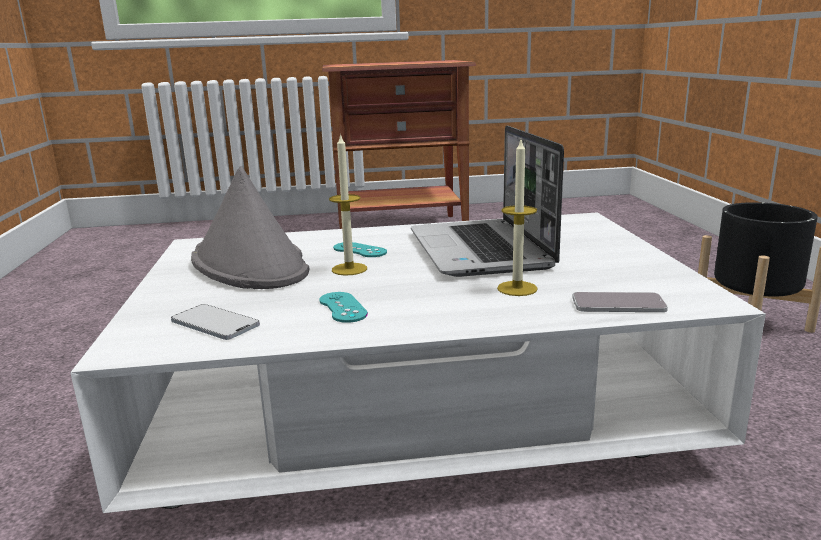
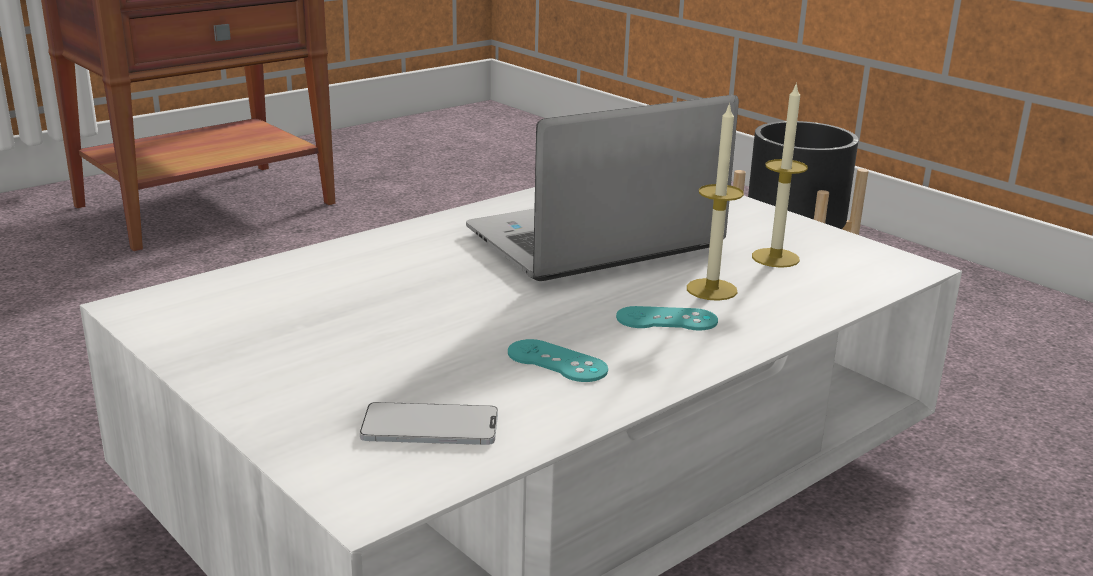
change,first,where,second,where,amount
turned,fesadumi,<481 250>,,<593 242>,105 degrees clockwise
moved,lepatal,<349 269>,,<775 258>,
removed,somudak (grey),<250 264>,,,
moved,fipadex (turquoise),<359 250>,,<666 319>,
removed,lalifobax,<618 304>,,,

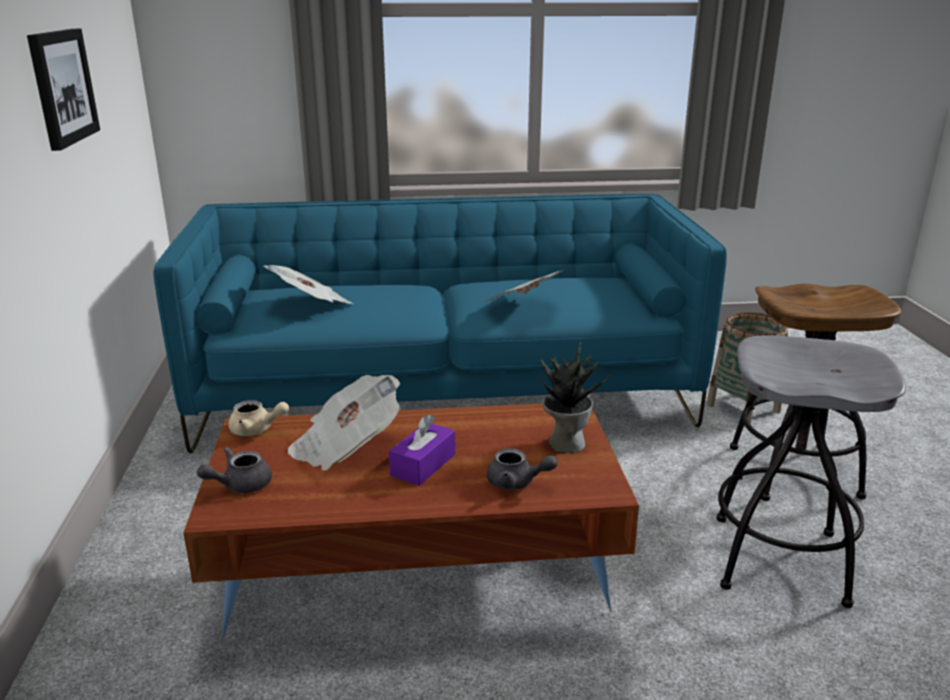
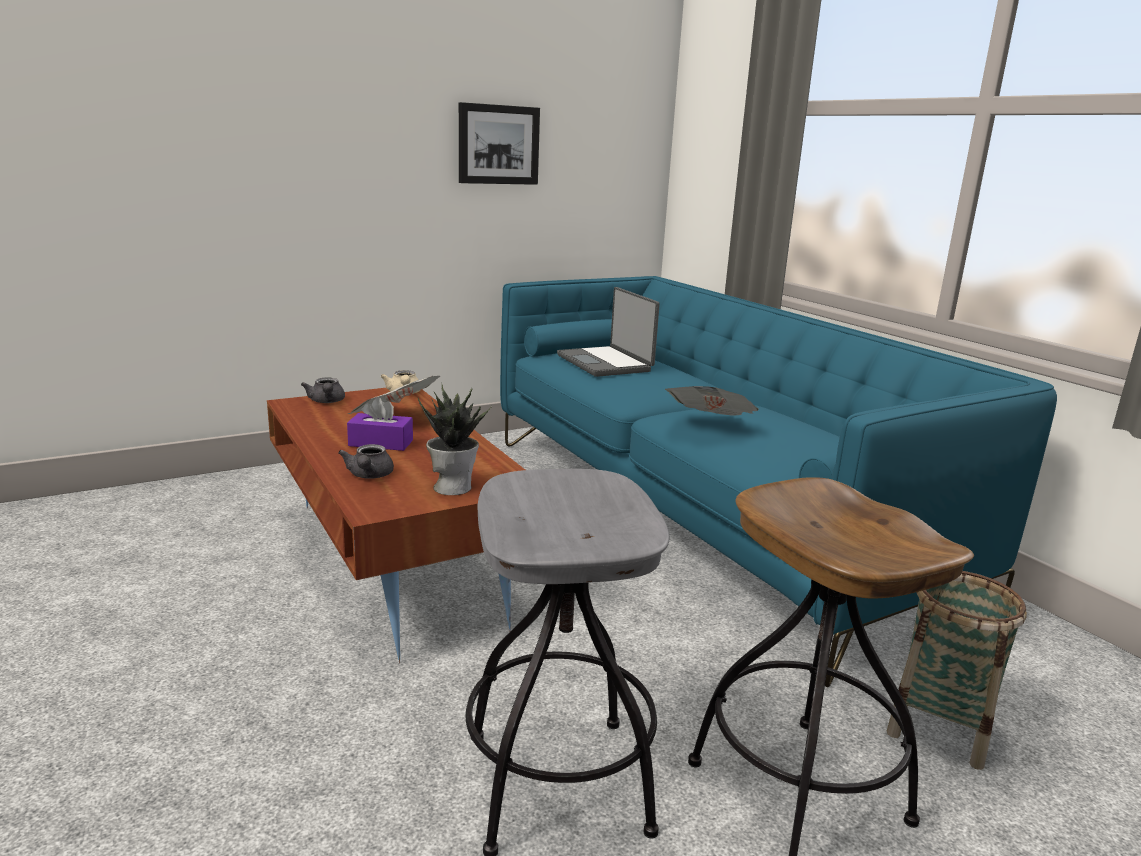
change,first,where,second,where,amount
replaced,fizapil,<311 305>,fesadumi,<606 363>,
turned,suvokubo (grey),<240 485>,,<326 402>,135 degrees counterclockwise

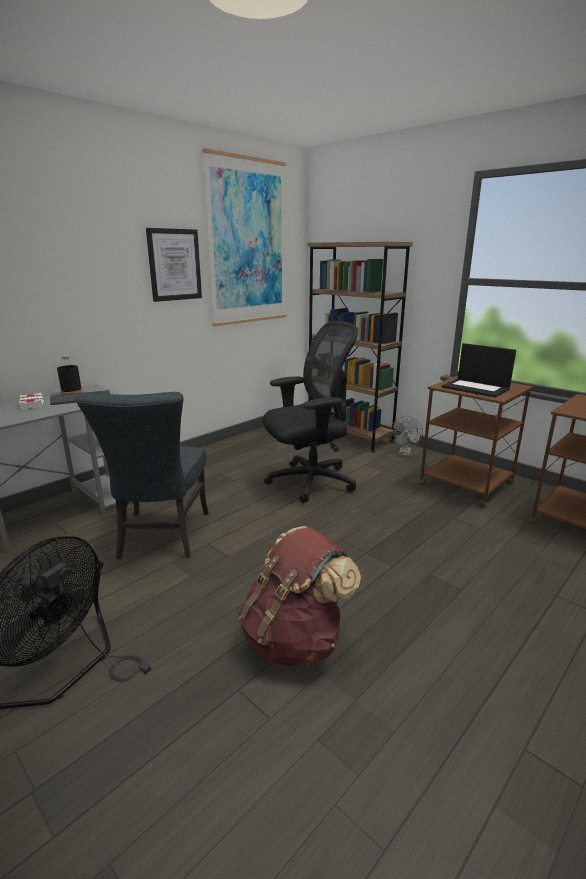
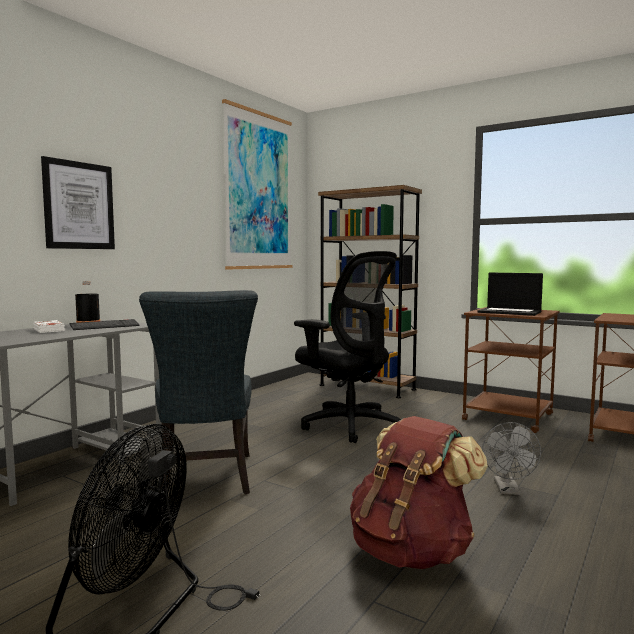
change,first,where,second,where,amount
moved,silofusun,<174 265>,,<79 205>,
turned,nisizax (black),<307 483>,,<345 425>,75 degrees clockwise
moved,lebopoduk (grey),<404 454>,,<508 490>,

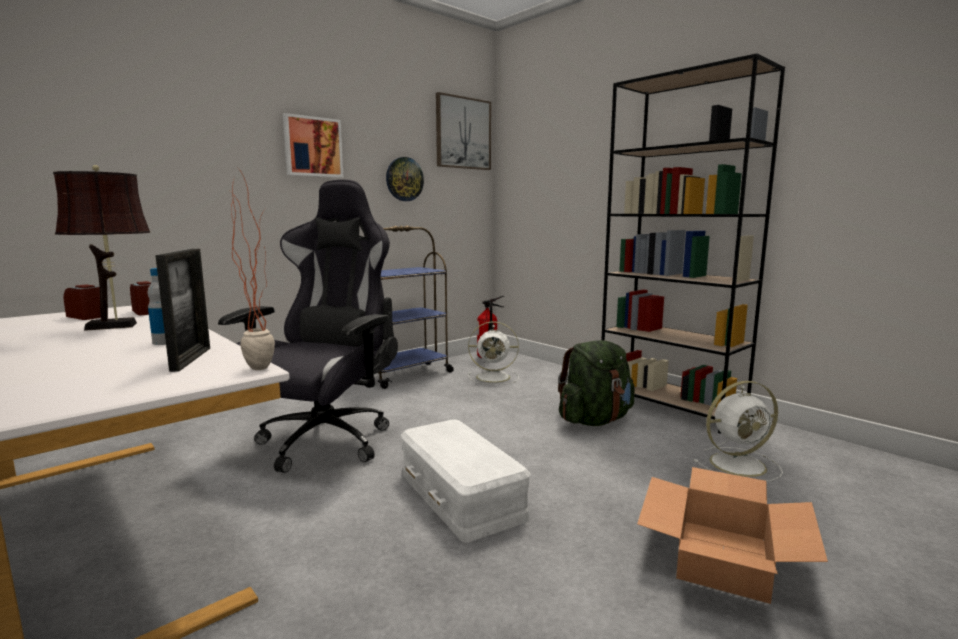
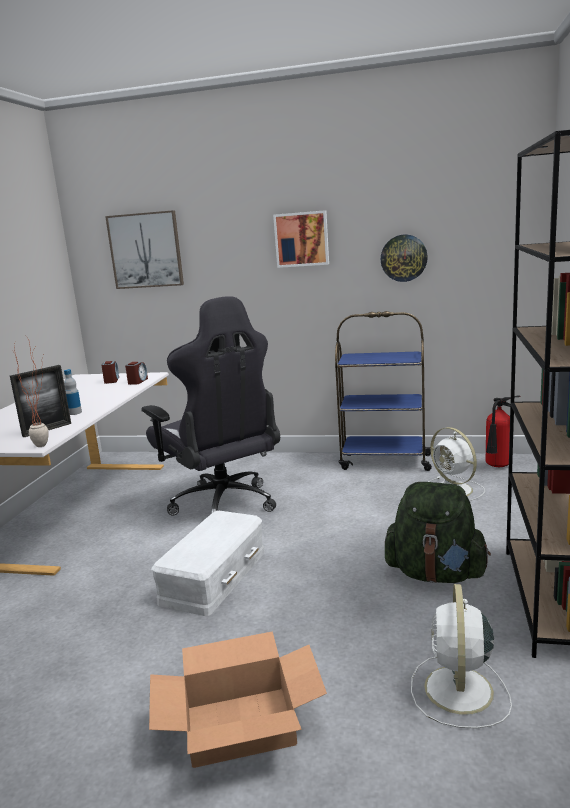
change,first,where,second,where,amount
moved,silofusun,<463 133>,,<146 250>,
removed,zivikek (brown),<116 326>,,,
turned,nisizax (black),<319 447>,,<220 502>,75 degrees clockwise
turned,lebopoduk (white),<739 464>,,<458 692>,60 degrees clockwise

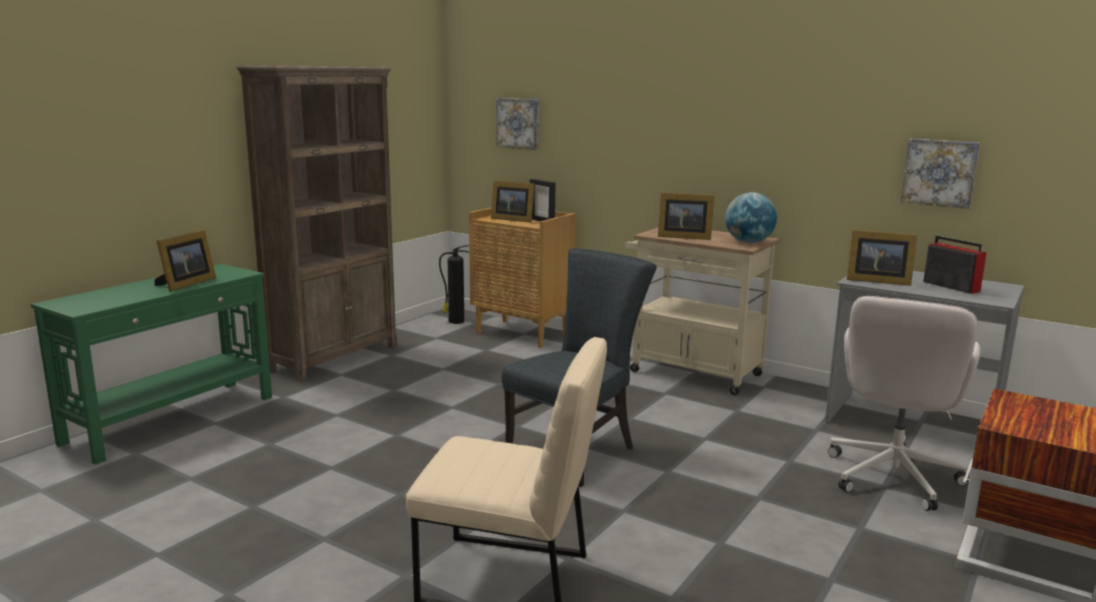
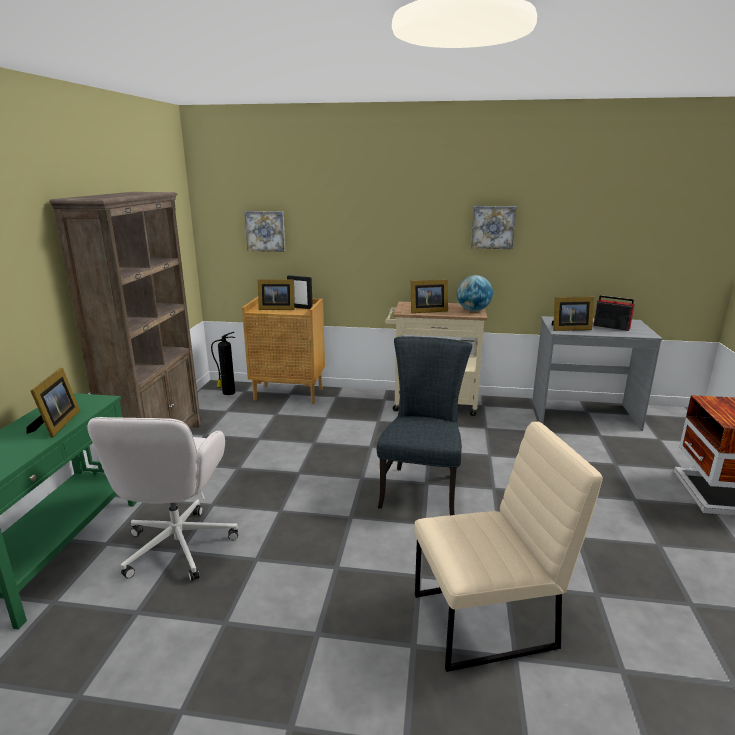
change,first,where,second,where,amount
moved,silofusun,<940 172>,,<493 227>,
moved,nisizax (white),<892 477>,,<178 546>,

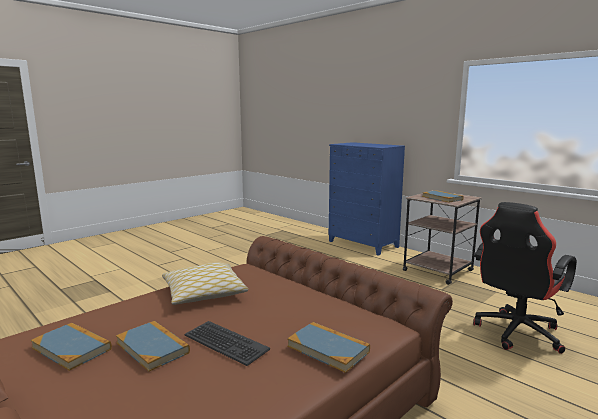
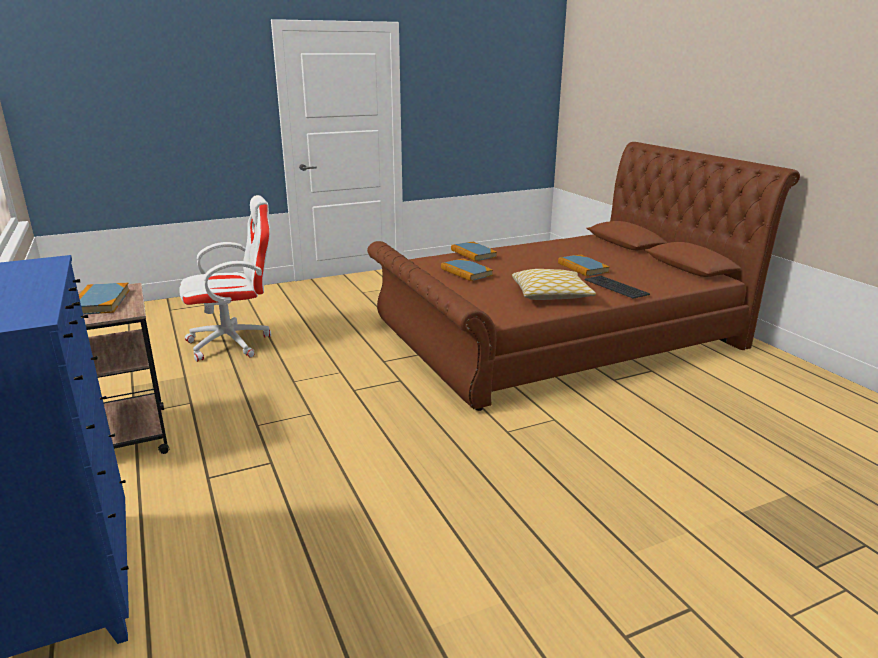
change,first,where,second,where,amount
recoloured,nisizax (black),<515 335>,nisizax (white),<236 343>,
moved,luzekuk,<225 343>,,<616 287>,
moved,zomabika,<71 348>,,<466 272>,

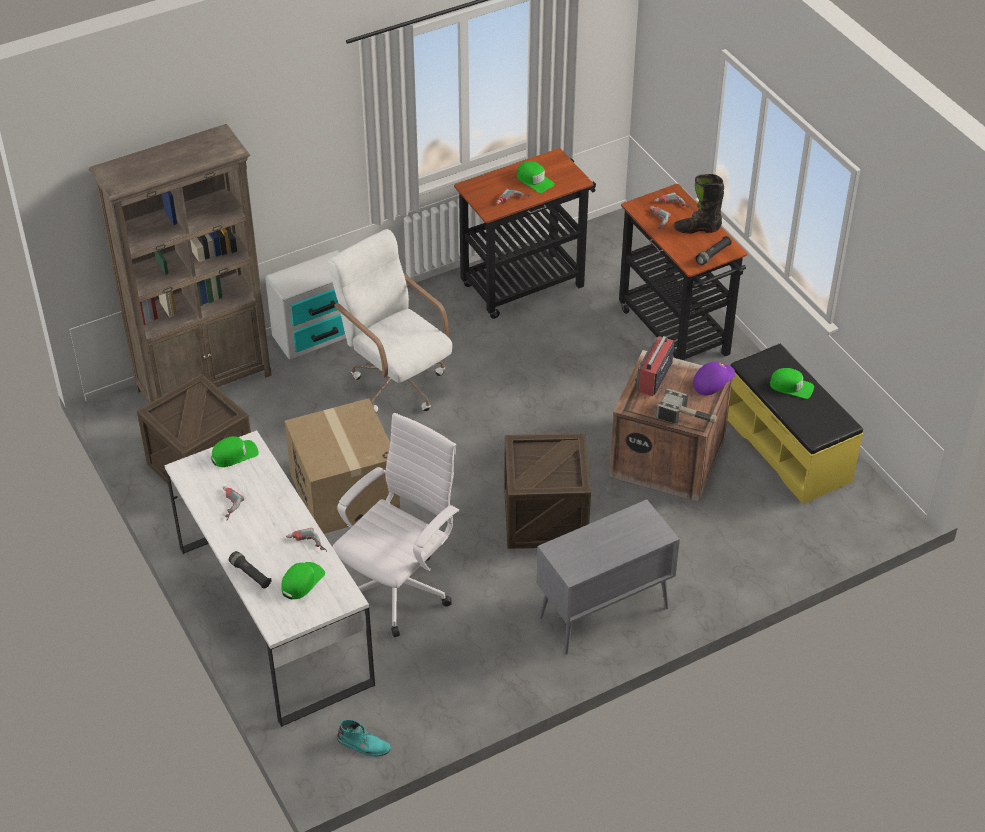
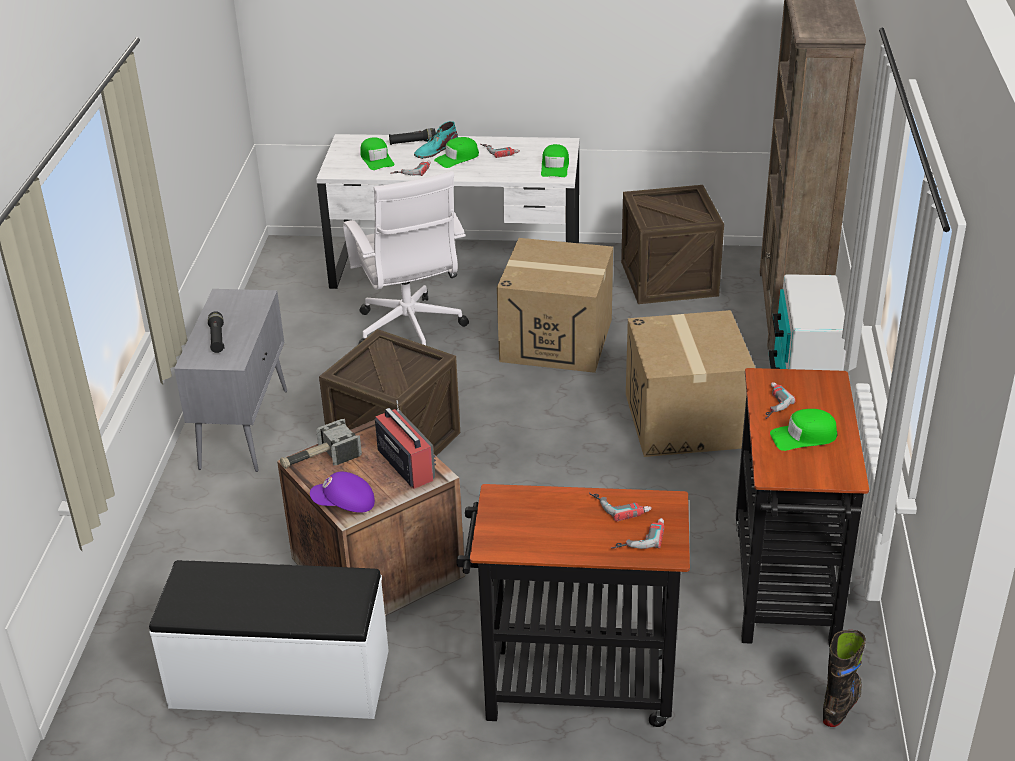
change,first,where,second,where,amount
moved,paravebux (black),<697 228>,,<841 705>,
replaced,nisizax (white),<395 383>,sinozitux,<686 420>,
moved,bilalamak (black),<713 255>,,<217 338>,
recoloured,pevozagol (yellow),<788 448>,pevozagol (white),<280 680>,
turned,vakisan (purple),<712 384>,,<344 504>,90 degrees clockwise
moved,vakisan (green),<791 386>,,<457 158>,
moved,paravebux (turquoise),<364 744>,,<436 150>,

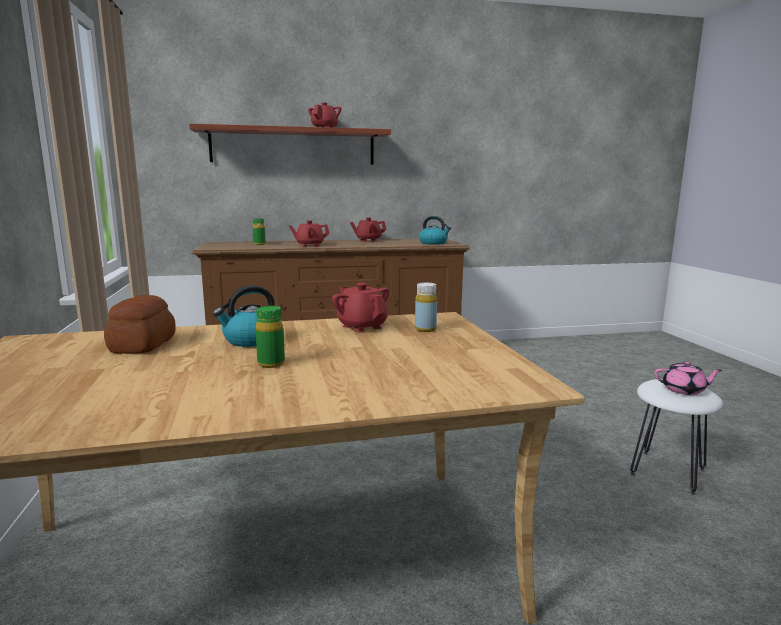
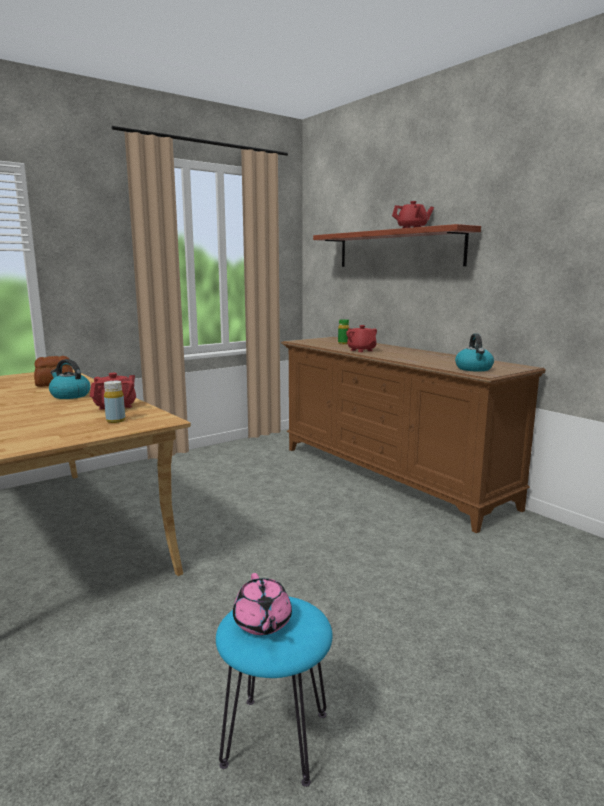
change,first,where,second,where,amount
removed,suvokubo (red),<368 240>,,,
removed,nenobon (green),<271 364>,,,
recoloured,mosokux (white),<668 472>,mosokux (turquoise),<276 739>,

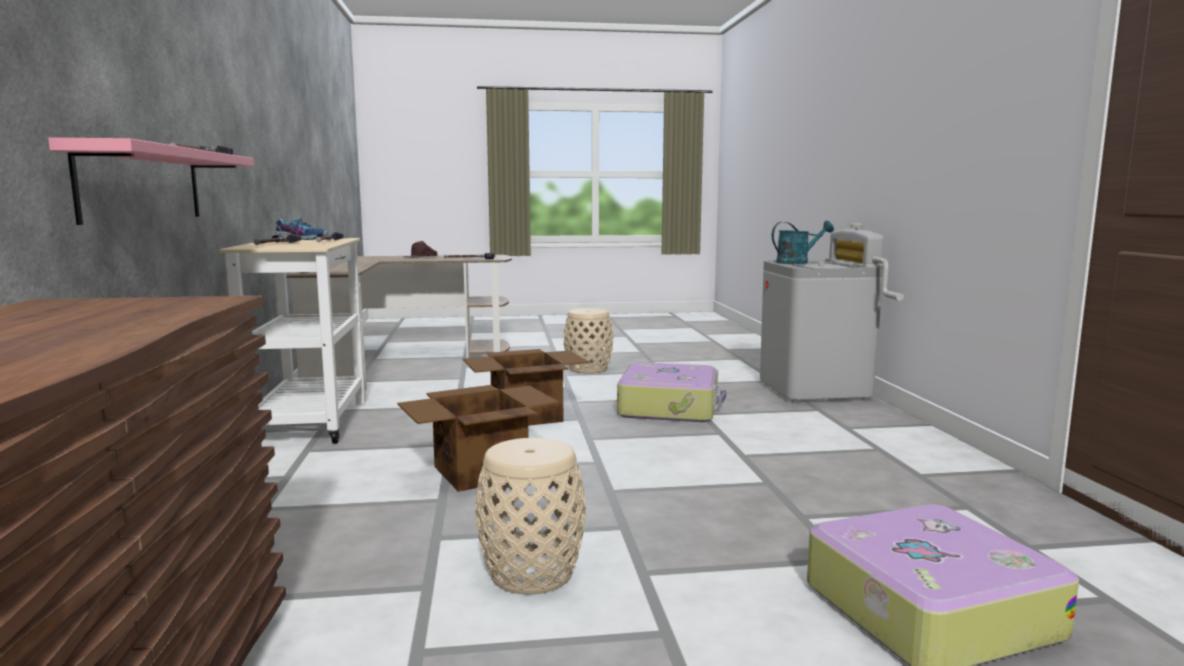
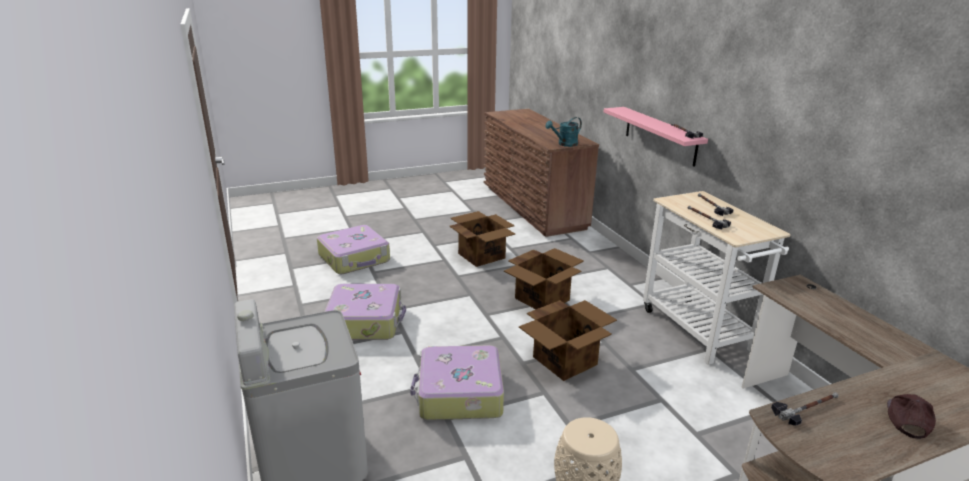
change,first,where,second,where,amount
removed,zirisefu,<301 239>,,,
moved,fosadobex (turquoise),<797 262>,,<564 144>,
replaced,mosokux (beige),<531 574>,sinozitux,<481 255>,
added,,,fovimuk,<365 321>,

